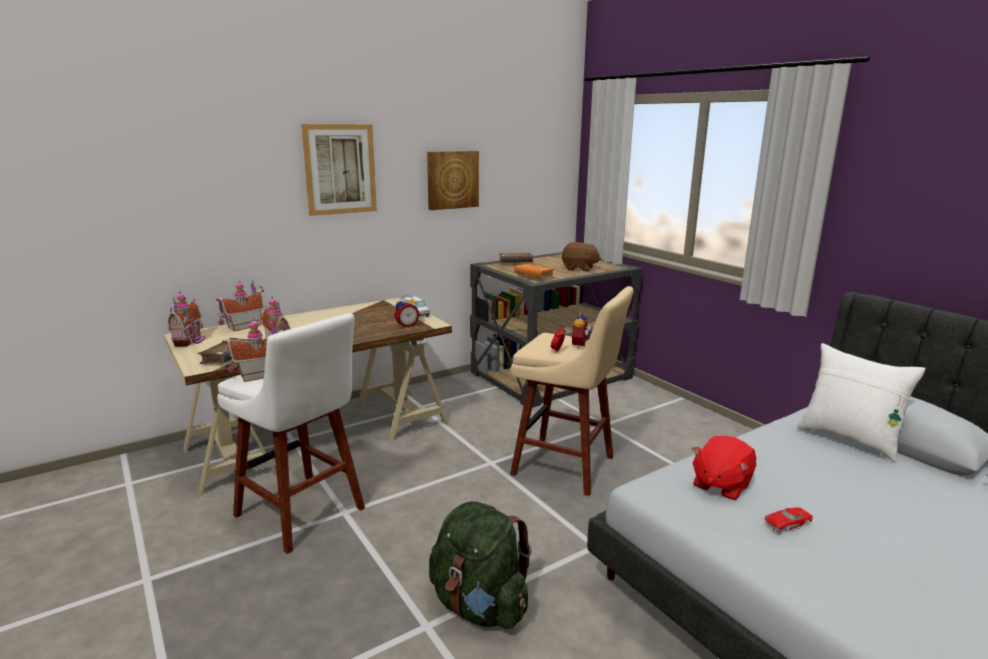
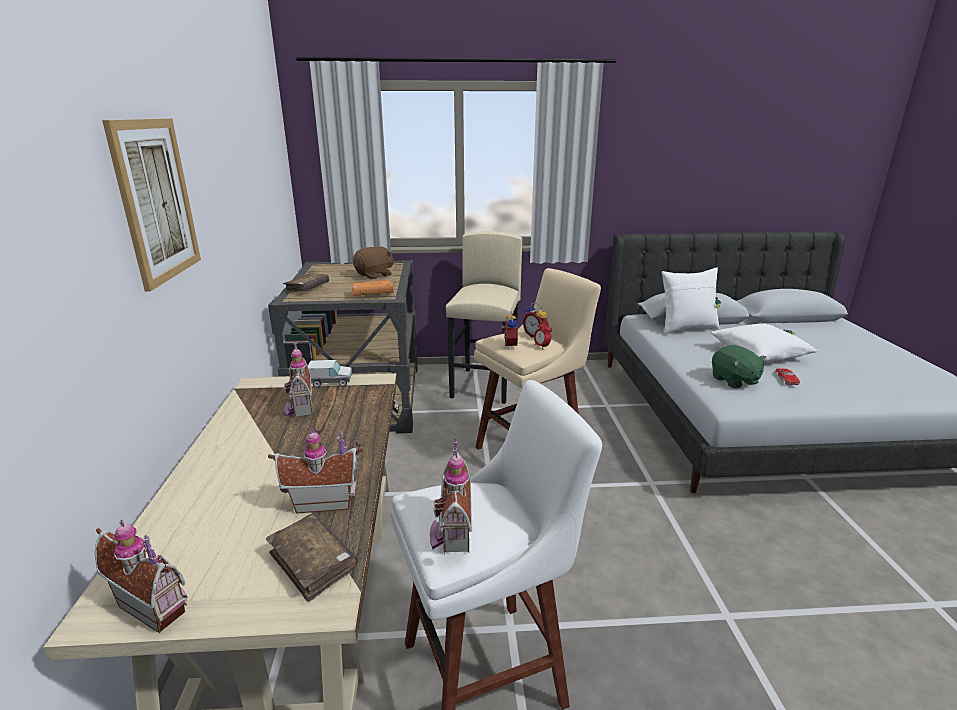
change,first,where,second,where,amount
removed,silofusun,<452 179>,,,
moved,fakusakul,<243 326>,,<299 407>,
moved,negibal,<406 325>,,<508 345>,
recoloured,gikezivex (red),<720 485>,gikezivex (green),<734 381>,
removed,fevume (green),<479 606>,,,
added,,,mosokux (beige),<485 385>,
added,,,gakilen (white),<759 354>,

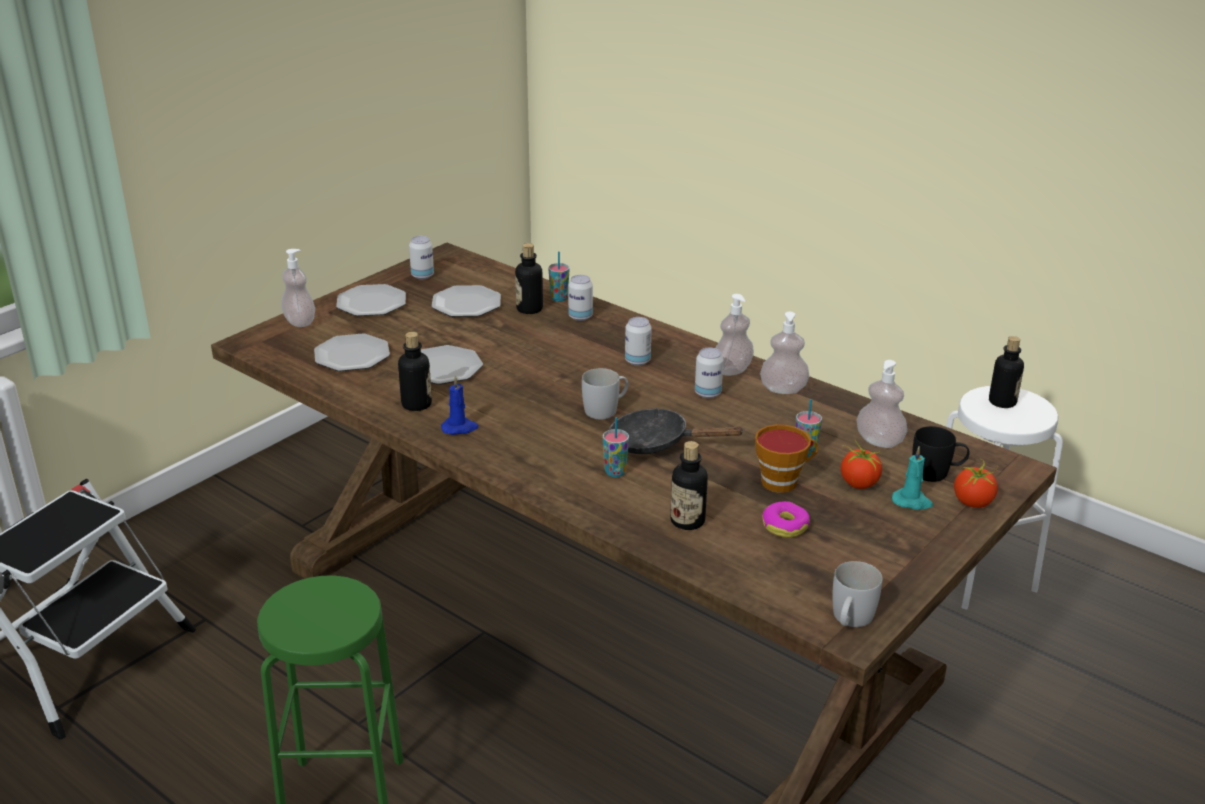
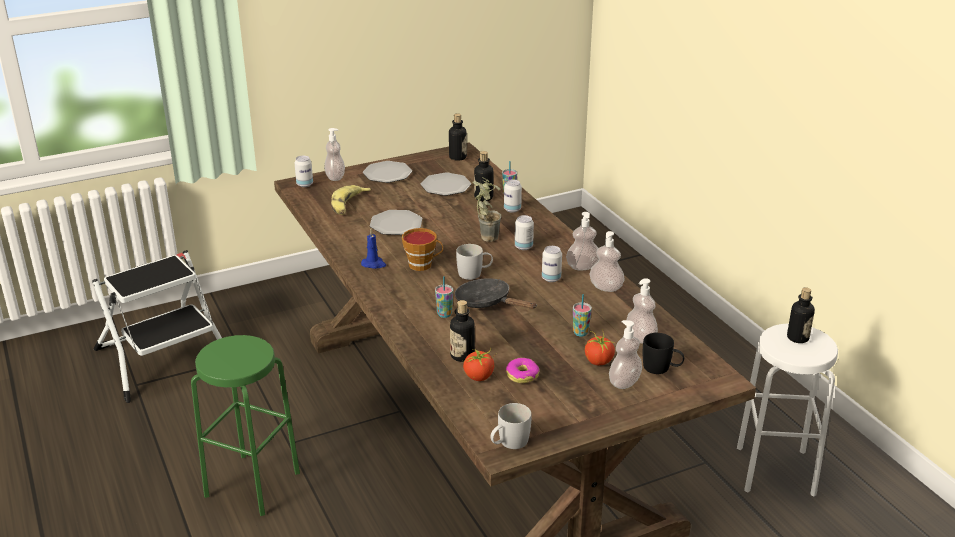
change,first,where,second,where,amount
moved,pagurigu,<422 276>,,<304 184>,
moved,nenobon,<416 404>,,<457 157>,
replaced,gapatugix,<352 356>,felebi,<348 205>,
moved,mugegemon,<783 481>,,<423 265>,
replaced,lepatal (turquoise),<912 502>,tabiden,<624 382>,
moved,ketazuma,<972 502>,,<479 376>,
added,,,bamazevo,<485 236>,

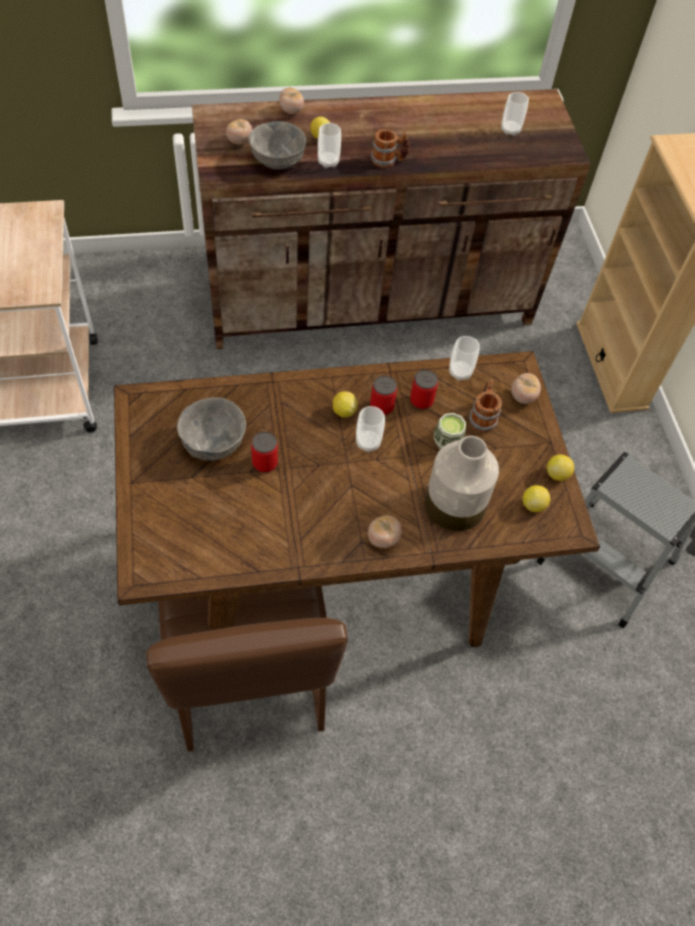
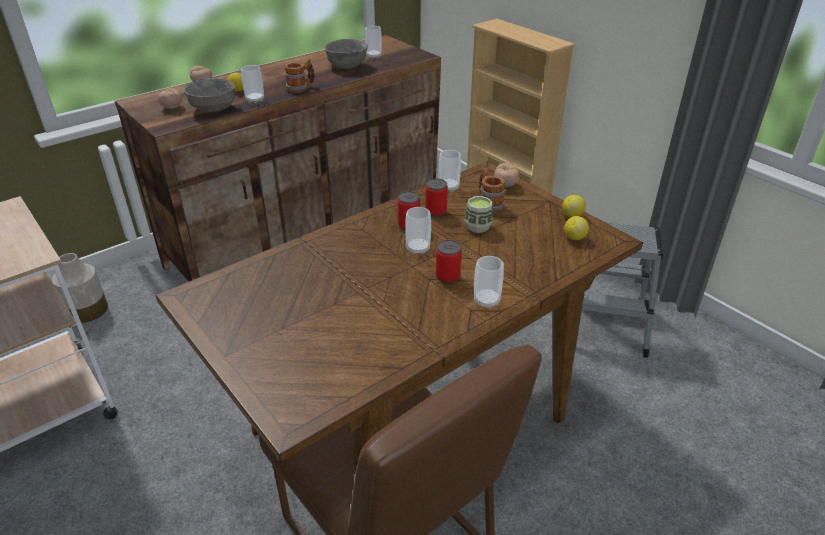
change,first,where,second,where,amount
removed,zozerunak,<344 411>,,,
moved,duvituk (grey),<214 443>,,<347 66>,
moved,pagurigu,<265 463>,,<447 276>,
moved,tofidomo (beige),<456 504>,,<87 310>,
replaced,ketazuma,<383 539>,mugegemon,<486 301>,

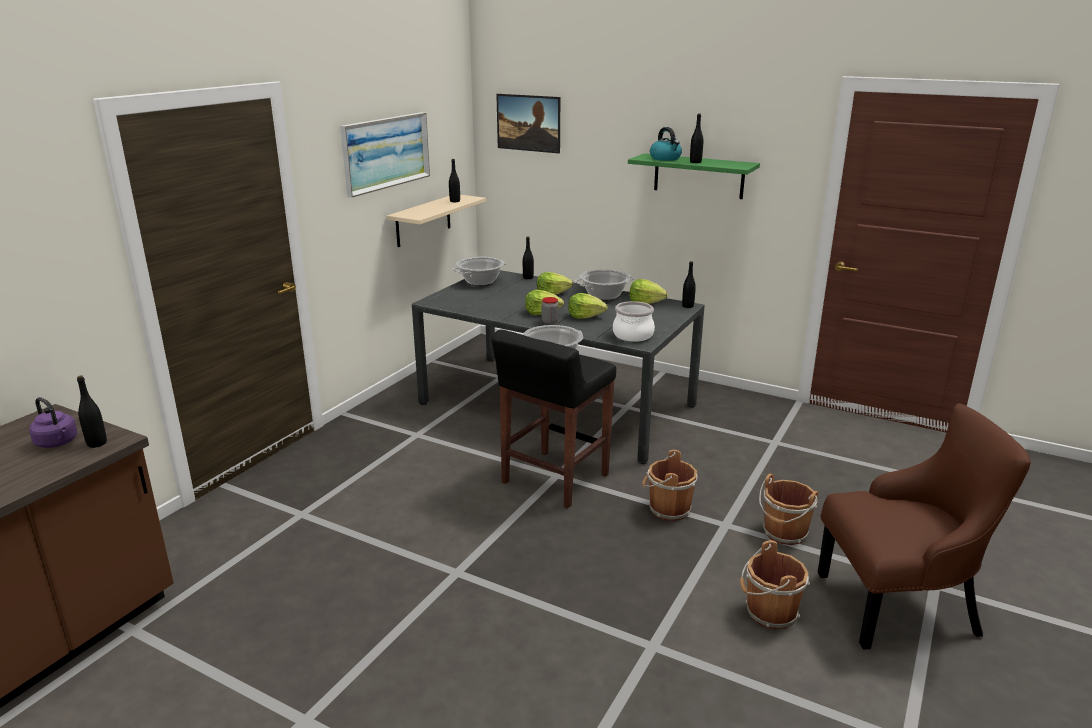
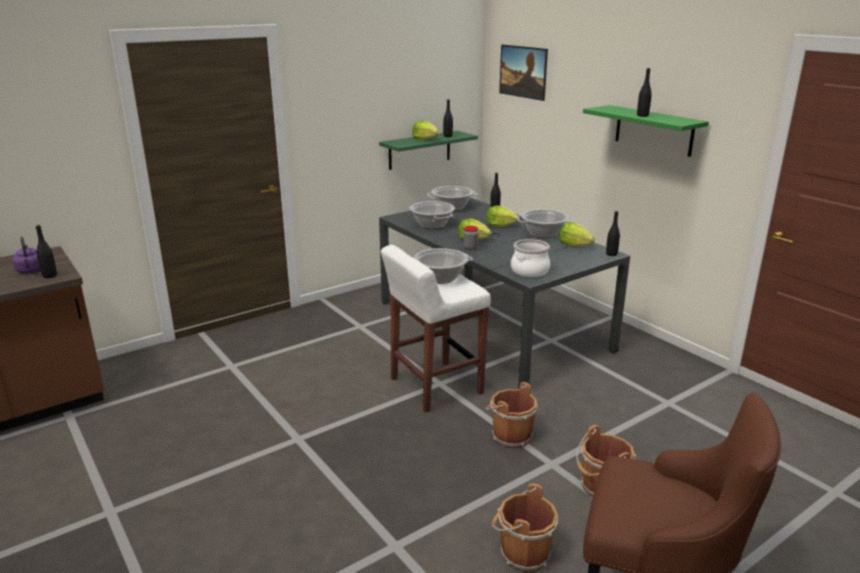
change,first,where,second,where,amount
removed,silofusun,<386 152>,,,
removed,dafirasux,<666 158>,,,
recoloured,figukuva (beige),<423 220>,figukuva (green),<419 150>,
moved,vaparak,<585 316>,,<425 139>,
recoloured,mosokux (black),<554 479>,mosokux (white),<434 386>,
added,,,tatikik,<432 225>,

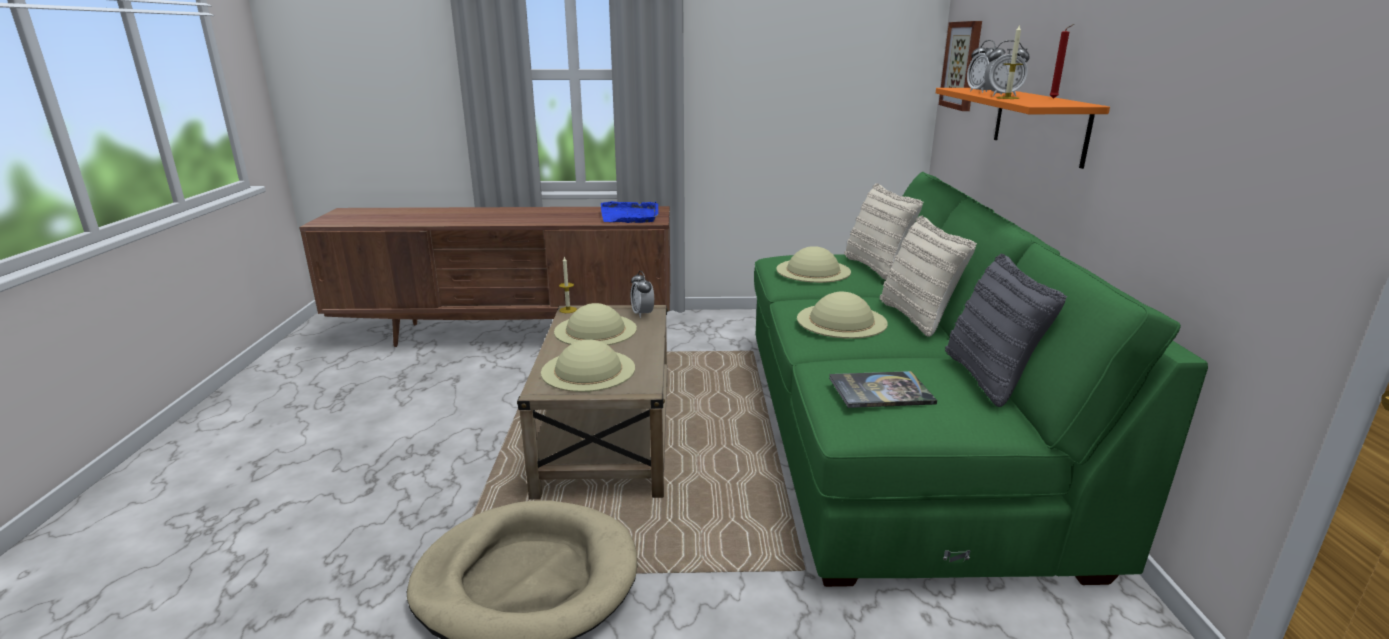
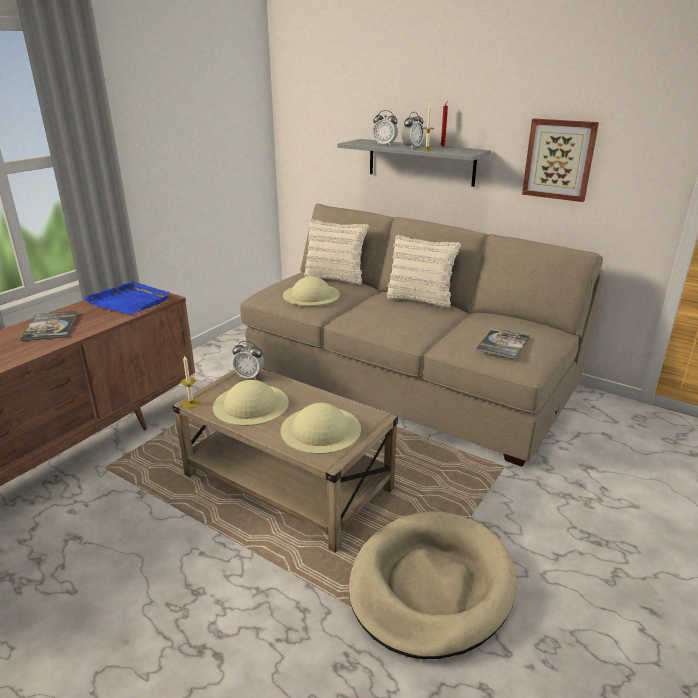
change,first,where,second,where,amount
moved,silofusun,<962 65>,,<559 159>,
recoloured,figukuva (orange),<1039 124>,figukuva (grey),<420 162>,
recoloured,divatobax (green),<891 431>,divatobax (beige),<408 379>,
removed,gakilen (grey),<990 380>,,,
removed,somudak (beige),<841 320>,,,
added,,,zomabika,<51 326>,

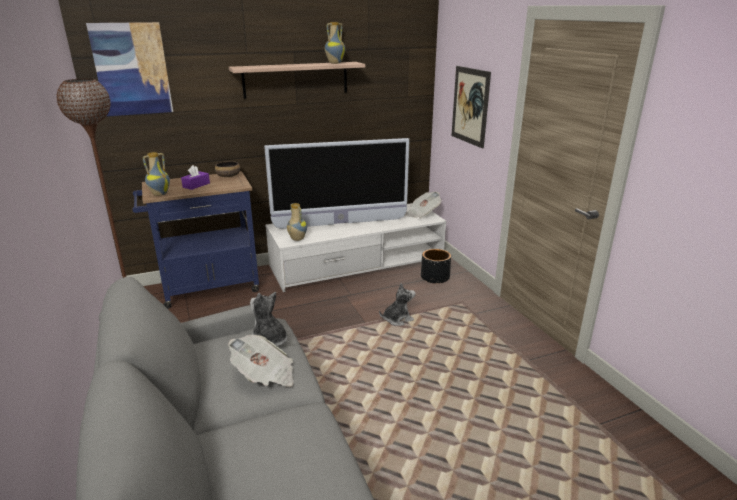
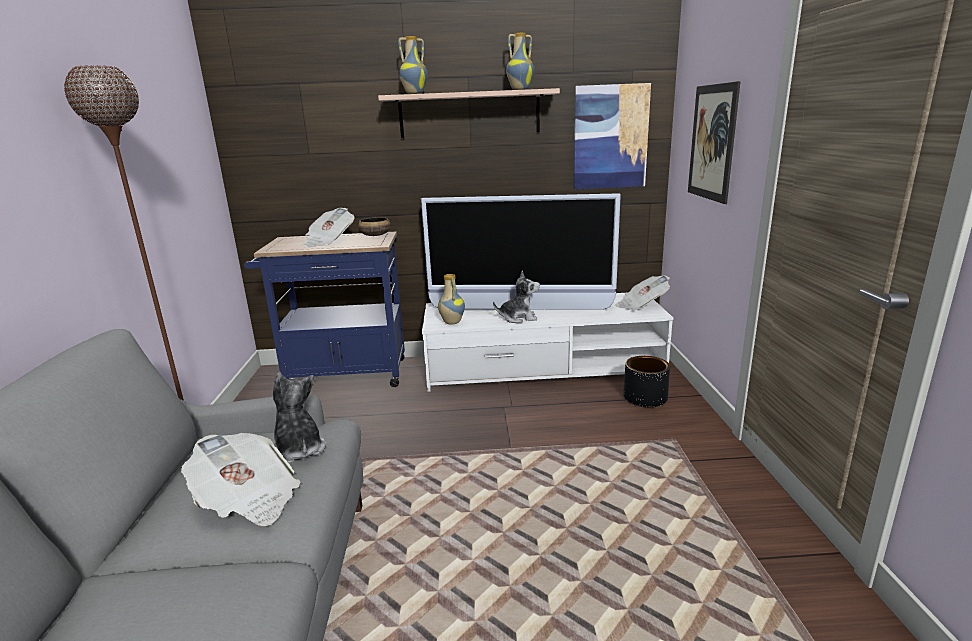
change,first,where,second,where,amount
moved,silofusun,<132 69>,,<610 137>,
moved,tofidomo,<159 194>,,<414 94>,
replaced,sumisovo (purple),<196 185>,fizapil,<328 242>,
moved,gikezivex,<397 319>,,<518 318>,

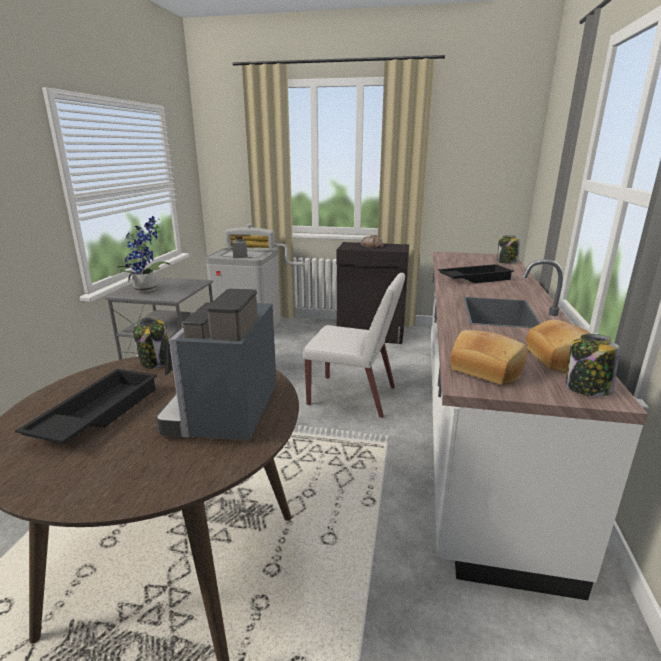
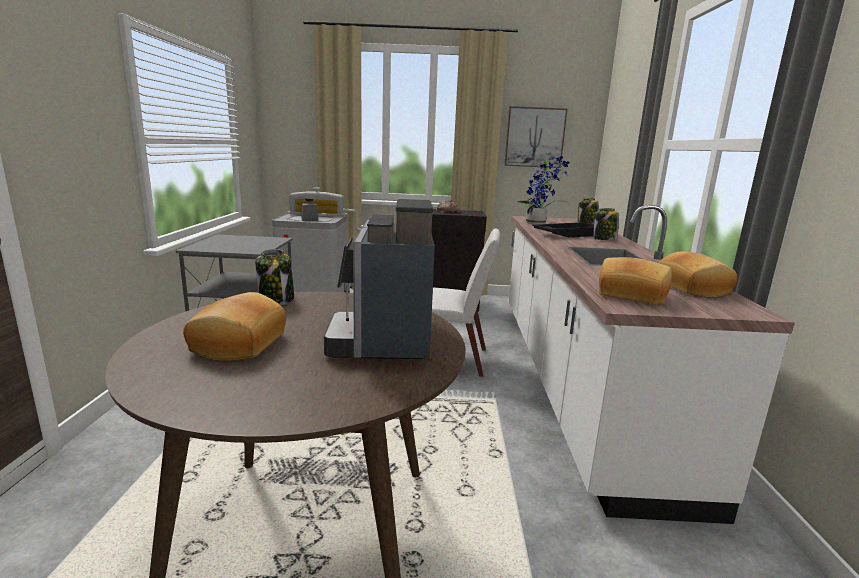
change,first,where,second,where,amount
moved,bamazevo,<148 290>,,<538 224>,
moved,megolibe,<587 389>,,<604 239>,
replaced,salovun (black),<96 414>,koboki,<237 343>,
added,,,silofusun,<534 137>,

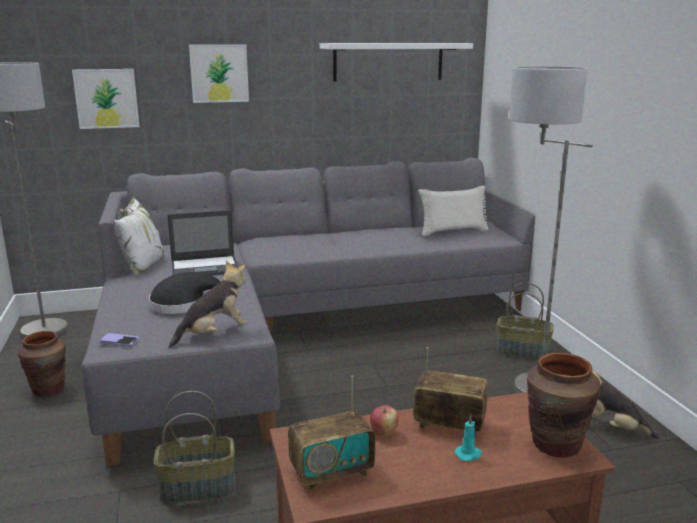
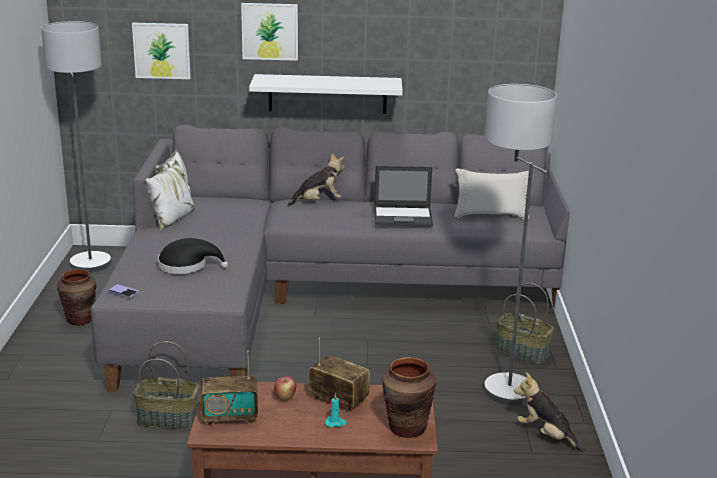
change,first,where,second,where,amount
moved,figukuva (white),<388 61>,,<327 94>,
moved,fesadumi,<206 267>,,<403 217>,
moved,gikezivex,<214 334>,,<318 202>,

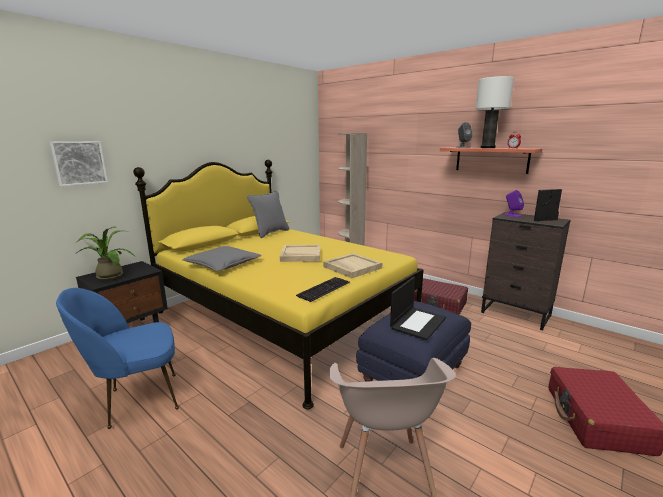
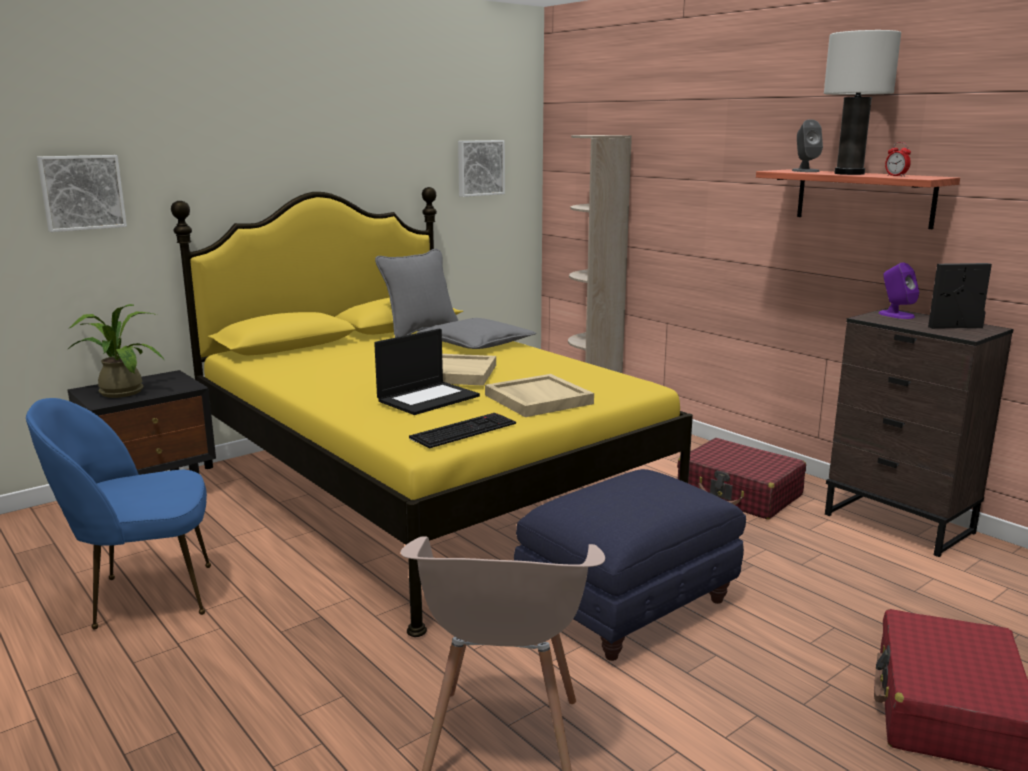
change,first,where,second,where,amount
moved,gakilen (grey),<223 264>,,<476 343>,
moved,fesadumi,<418 322>,,<428 398>,
added,,,silofusun,<480 168>,

